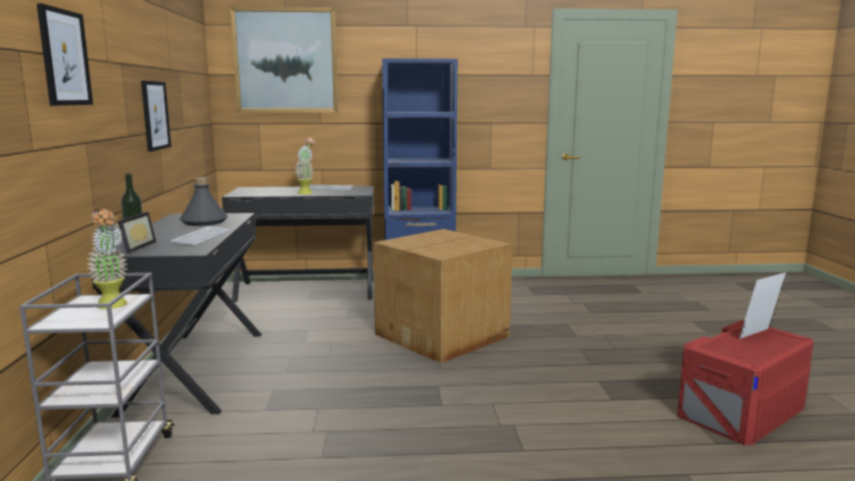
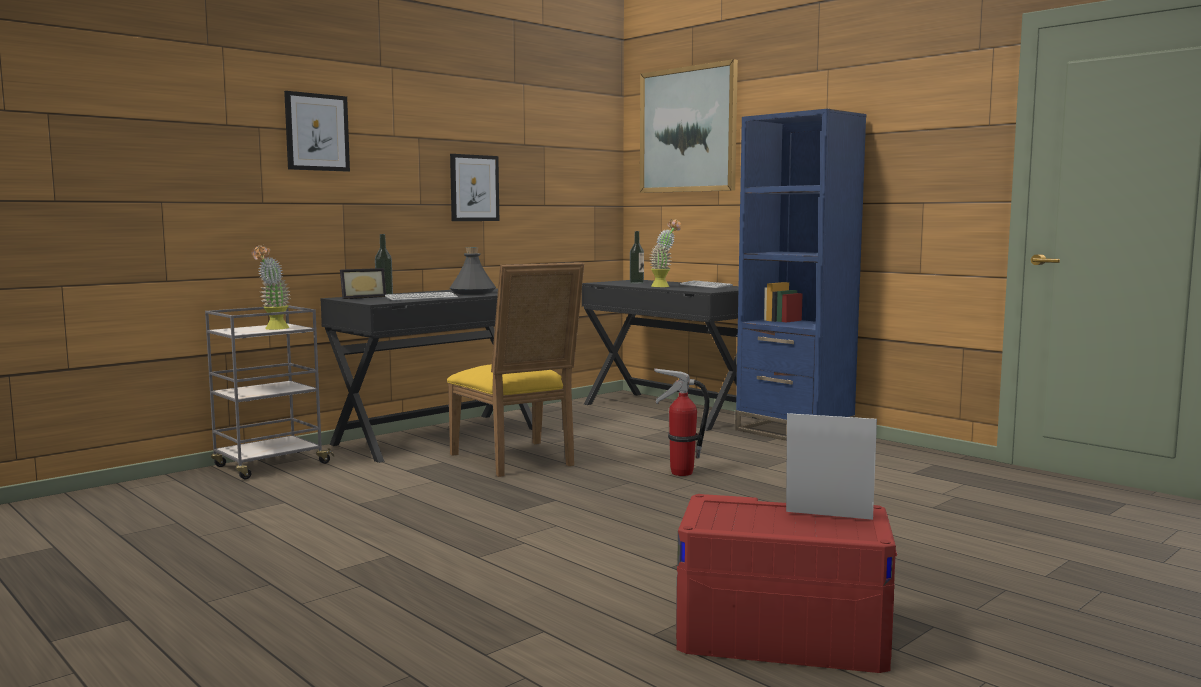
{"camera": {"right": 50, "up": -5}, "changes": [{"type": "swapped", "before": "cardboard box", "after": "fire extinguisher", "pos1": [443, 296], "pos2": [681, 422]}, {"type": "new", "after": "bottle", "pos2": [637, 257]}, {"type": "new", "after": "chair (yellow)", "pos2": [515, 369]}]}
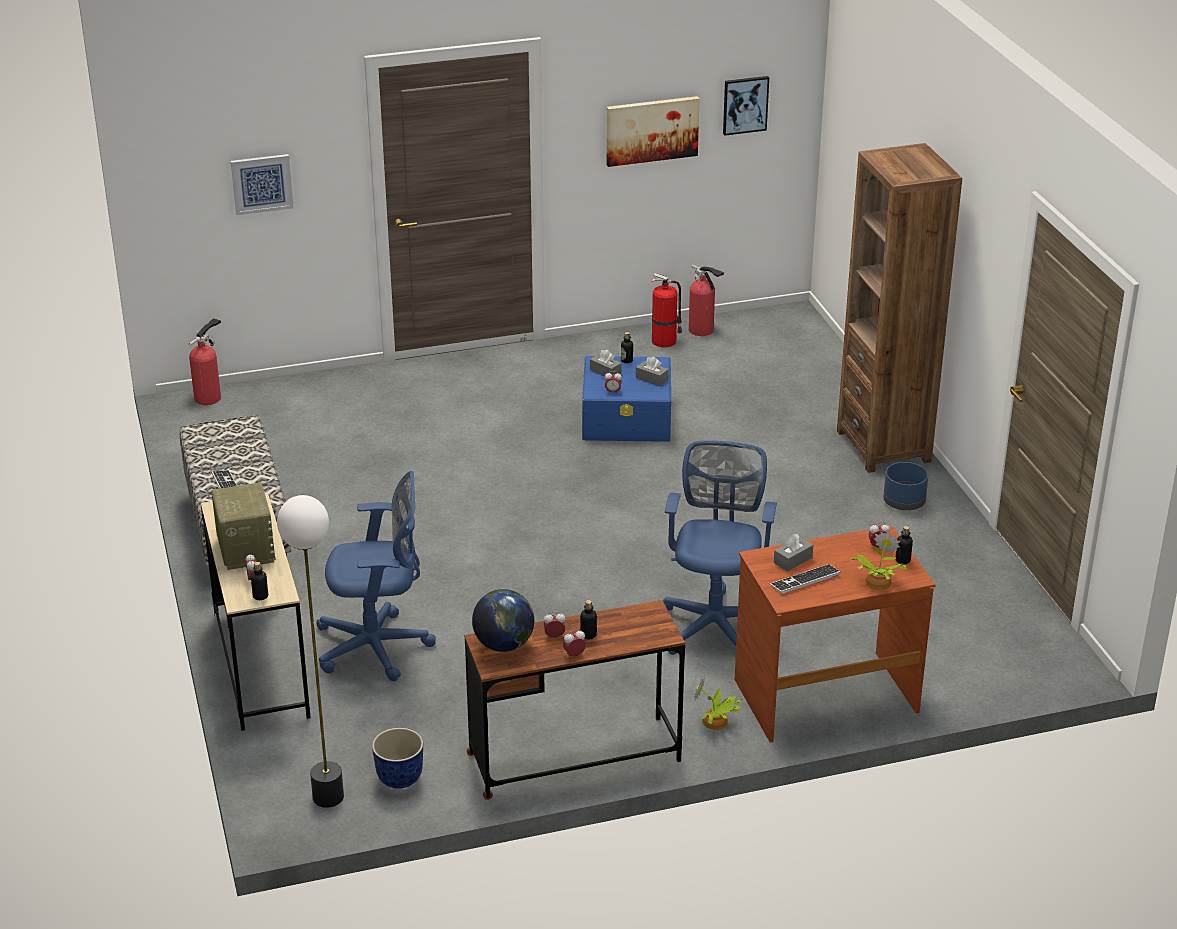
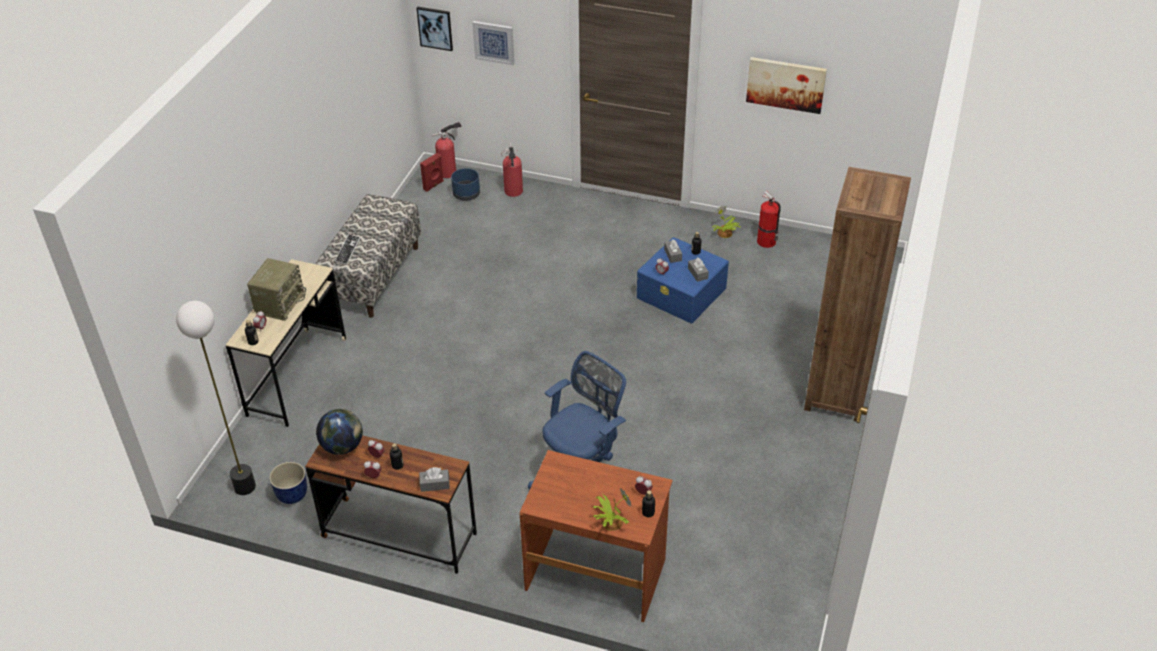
{"camera": {"right": 35, "up": 10}, "changes": [{"type": "shifted", "before": "picture", "pos1": [746, 106], "pos2": [434, 29]}, {"type": "shifted", "before": "fire extinguisher", "pos1": [706, 300], "pos2": [512, 170]}, {"type": "shifted", "before": "planter (blue)", "pos1": [906, 486], "pos2": [465, 184]}, {"type": "gone", "before": "office chair (blue)", "pos1": [376, 576]}, {"type": "shifted", "before": "tissue box (grey)", "pos1": [793, 553], "pos2": [434, 479]}, {"type": "gone", "before": "keyboard", "pos1": [805, 579]}, {"type": "shifted", "before": "potted plant", "pos1": [718, 703], "pos2": [726, 222]}, {"type": "new", "after": "speaker (red)", "pos2": [432, 172]}]}
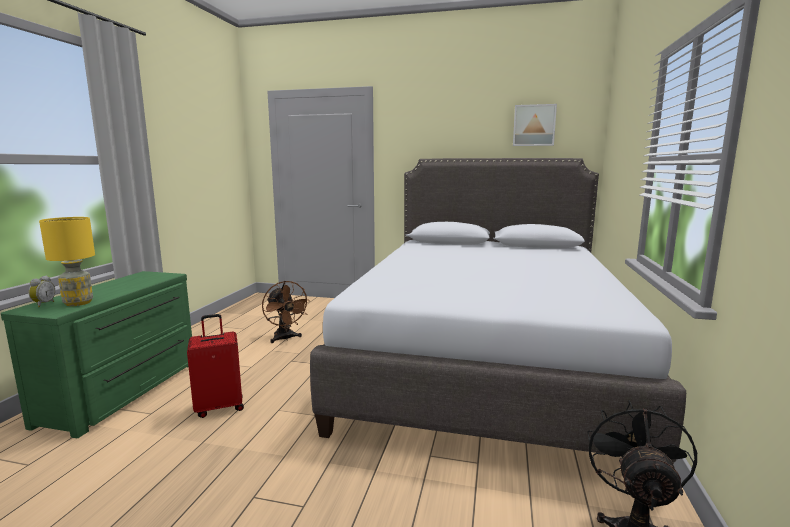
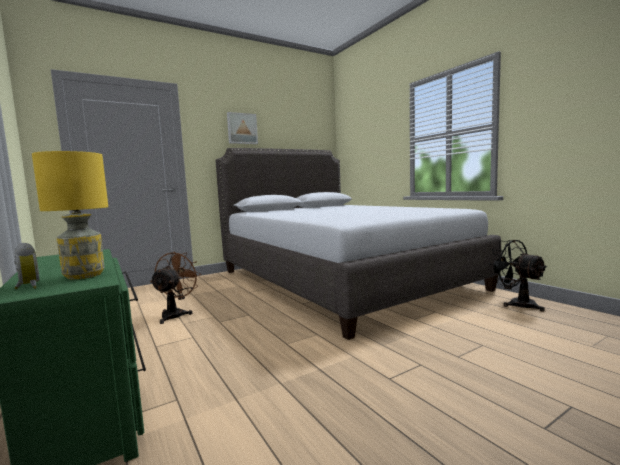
{"camera": {"right": -45, "up": -5}, "changes": [{"type": "shifted", "before": "picture", "pos1": [535, 125], "pos2": [242, 128]}, {"type": "rotated", "before": "fan (brown)", "pos1": [286, 312], "pos2": [175, 288], "turn": -90}, {"type": "gone", "before": "suitcase (red)", "pos1": [215, 366]}]}
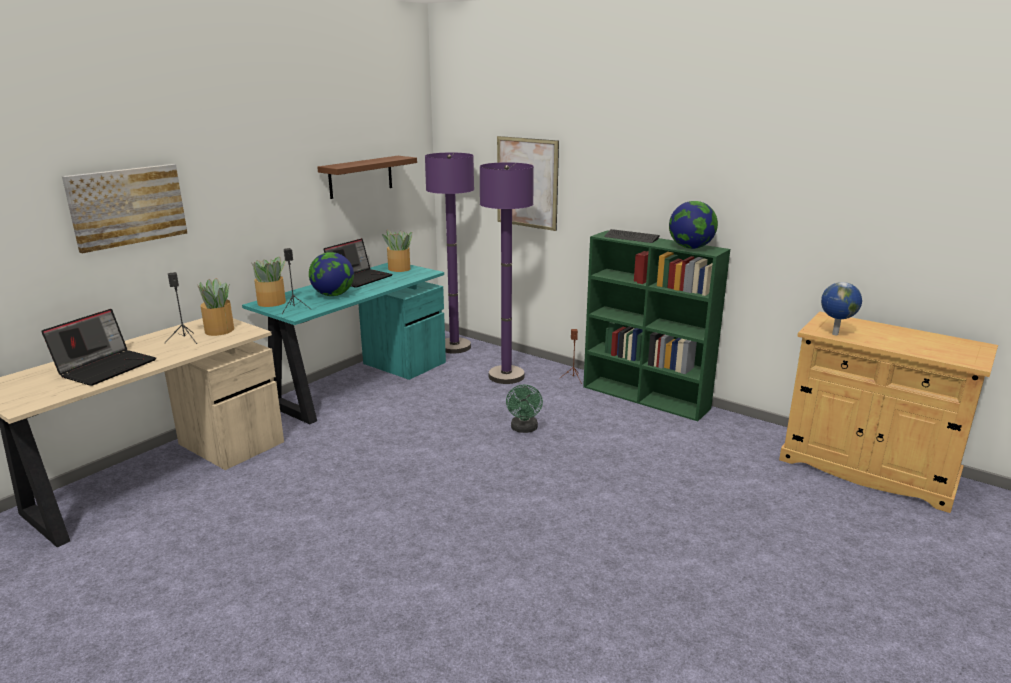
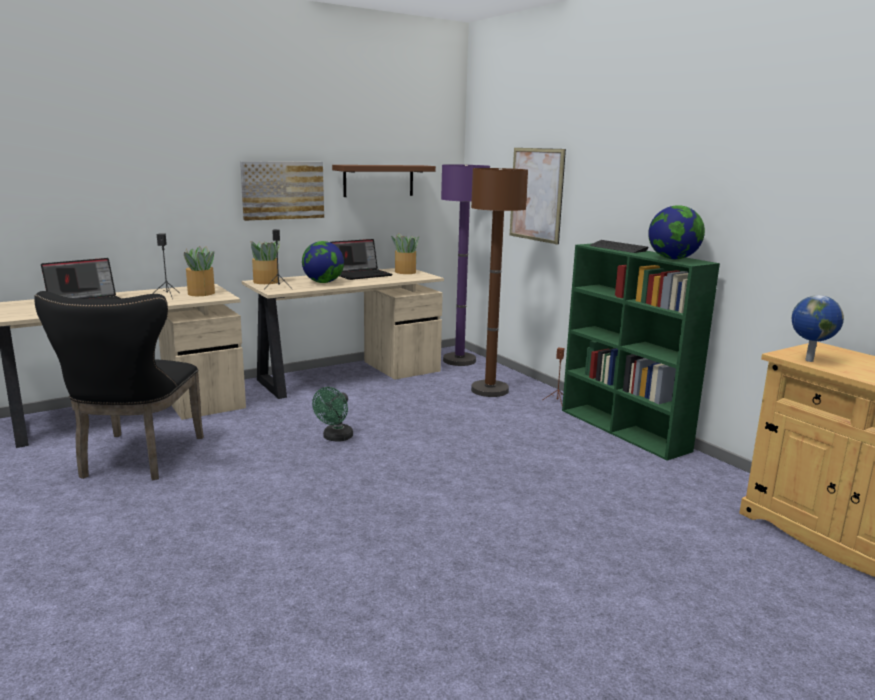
{"camera": {"right": 20, "up": -5}, "changes": [{"type": "repainted", "before": "floor lamp (purple)", "after": "floor lamp (brown)", "pos1": [507, 273], "pos2": [499, 282]}, {"type": "shifted", "before": "picture", "pos1": [124, 209], "pos2": [282, 191]}, {"type": "repainted", "before": "desk (turquoise)", "after": "desk (beige)", "pos1": [344, 343], "pos2": [343, 333]}, {"type": "shifted", "before": "fan (green)", "pos1": [524, 408], "pos2": [332, 414]}, {"type": "new", "after": "chair (black)", "pos2": [119, 385]}]}
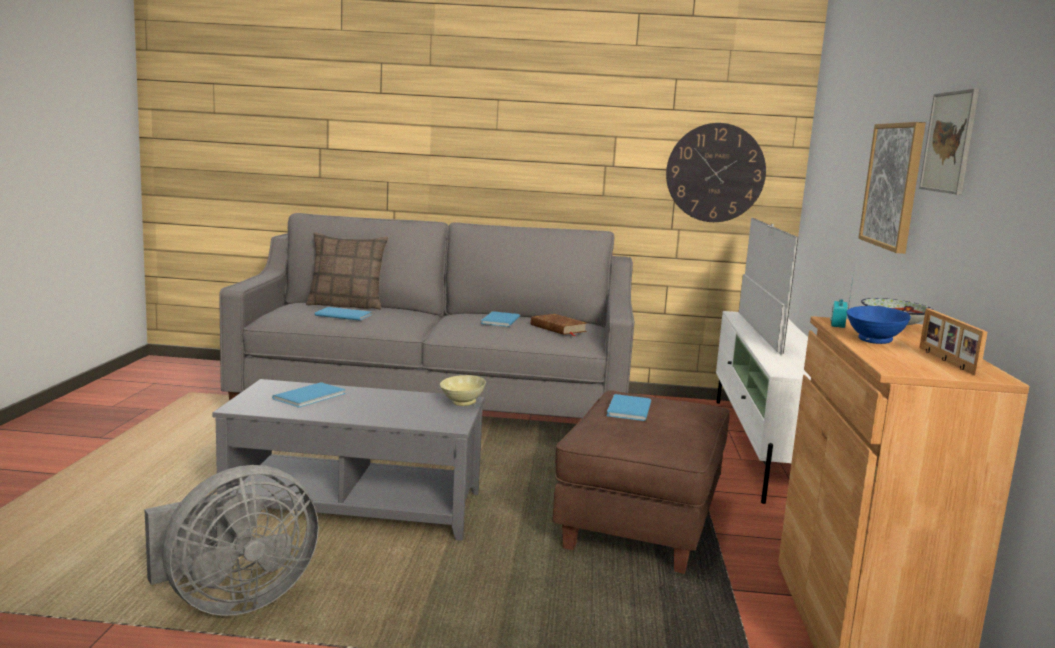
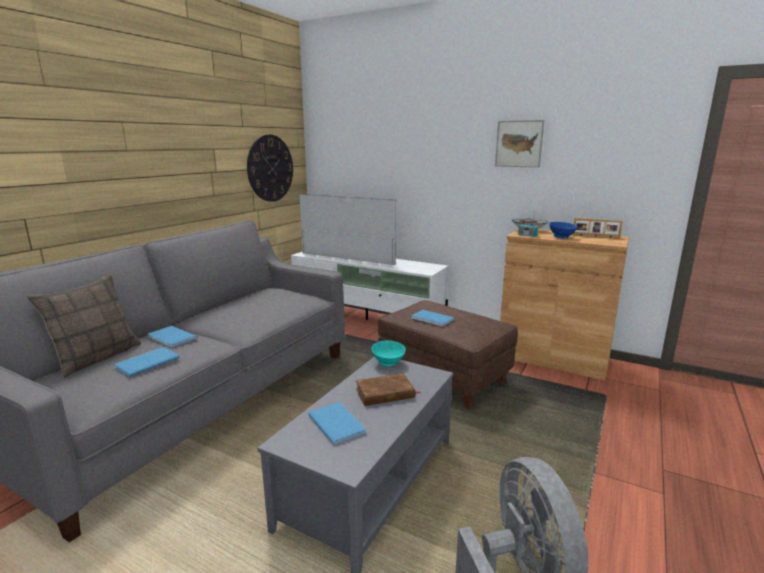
{"camera": {"right": -65, "up": 5}, "changes": [{"type": "gone", "before": "picture", "pos1": [892, 188]}, {"type": "shifted", "before": "book (blue)", "pos1": [500, 319], "pos2": [172, 337]}, {"type": "shifted", "before": "book (brown)", "pos1": [559, 325], "pos2": [388, 389]}, {"type": "repainted", "before": "bowl (beige)", "after": "bowl (turquoise)", "pos1": [463, 390], "pos2": [389, 354]}]}
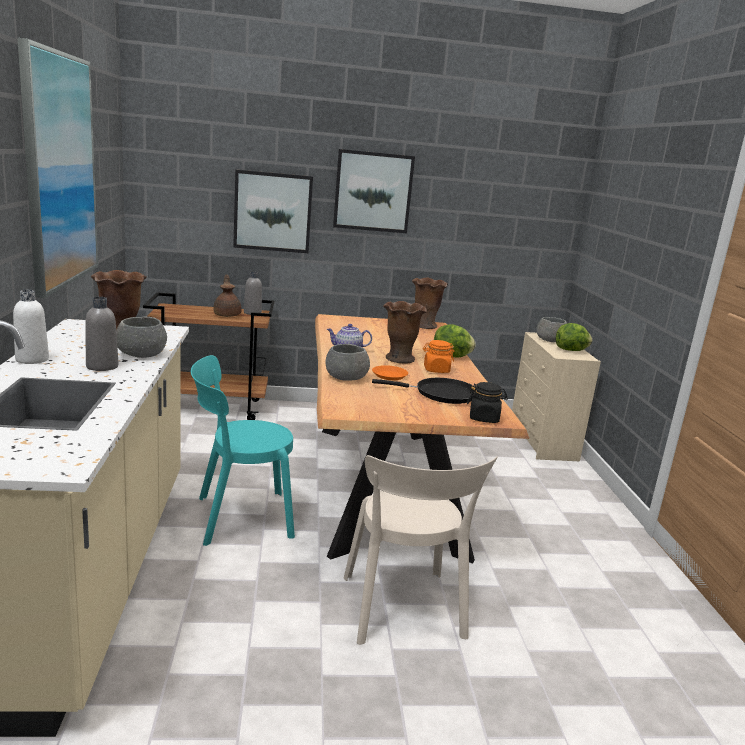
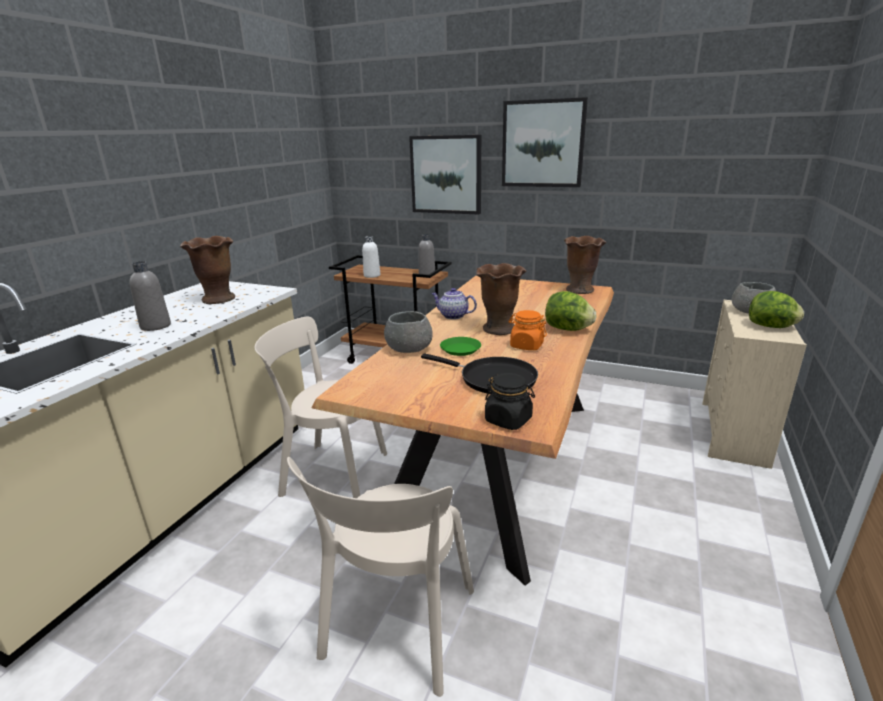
{"camera": {"right": 30, "up": 5}, "changes": [{"type": "gone", "before": "picture", "pos1": [57, 168]}, {"type": "gone", "before": "teapot (brown)", "pos1": [227, 296]}, {"type": "shifted", "before": "bottle (white)", "pos1": [31, 327], "pos2": [371, 257]}, {"type": "gone", "before": "bowl (grey)", "pos1": [141, 337]}, {"type": "repainted", "before": "chair (turquoise)", "after": "chair (beige)", "pos1": [243, 450], "pos2": [320, 407]}, {"type": "repainted", "before": "plate (orange)", "after": "plate (green)", "pos1": [390, 372], "pos2": [460, 346]}]}
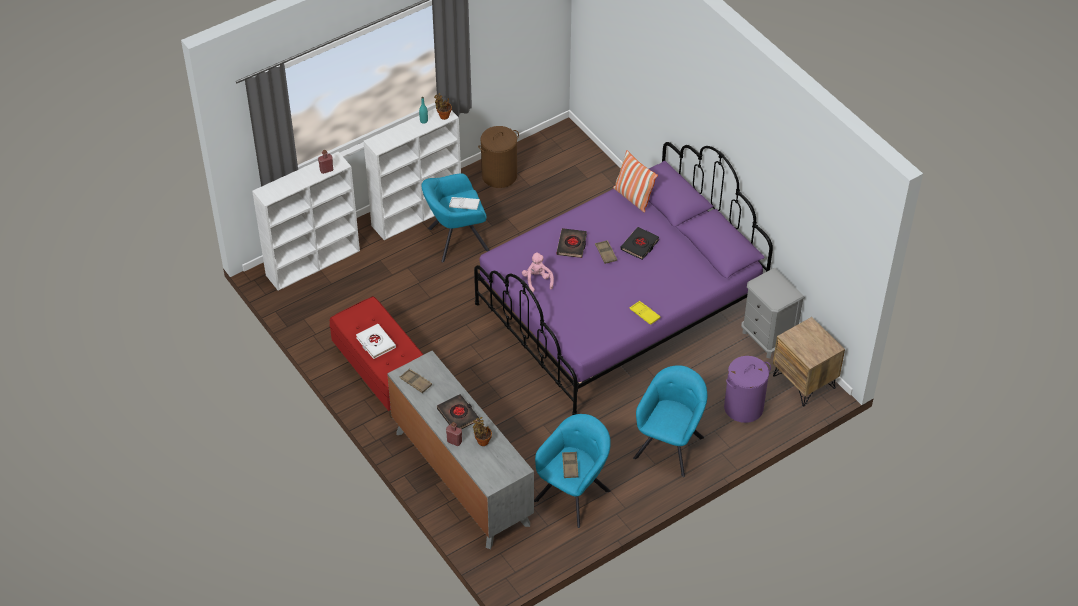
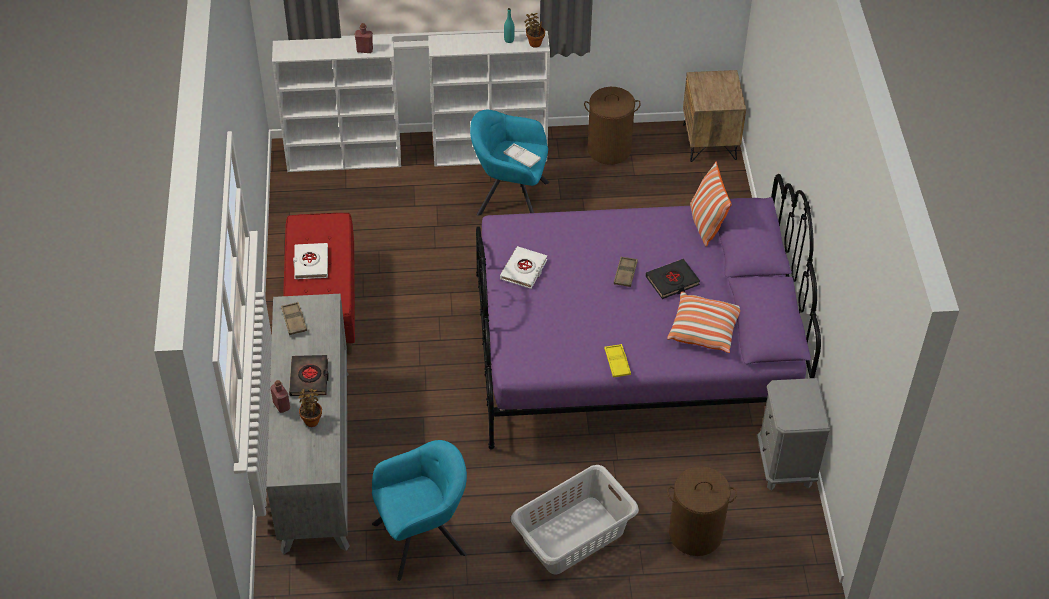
{"camera": {"right": 30, "up": 0}, "changes": [{"type": "gone", "before": "book (black)", "pos1": [572, 243]}, {"type": "swapped", "before": "plush toy (pink)", "after": "book (white)", "pos1": [538, 272], "pos2": [524, 267]}, {"type": "shifted", "before": "nightstand (brown)", "pos1": [809, 361], "pos2": [714, 116]}, {"type": "repainted", "before": "laundry basket (purple)", "after": "laundry basket (brown)", "pos1": [747, 389], "pos2": [702, 511]}, {"type": "swapped", "before": "armchair (turquoise)", "after": "laundry basket (grey)", "pos1": [670, 421], "pos2": [575, 520]}, {"type": "gone", "before": "tray (brown)", "pos1": [570, 465]}, {"type": "new", "after": "pillow", "pos2": [703, 322]}]}
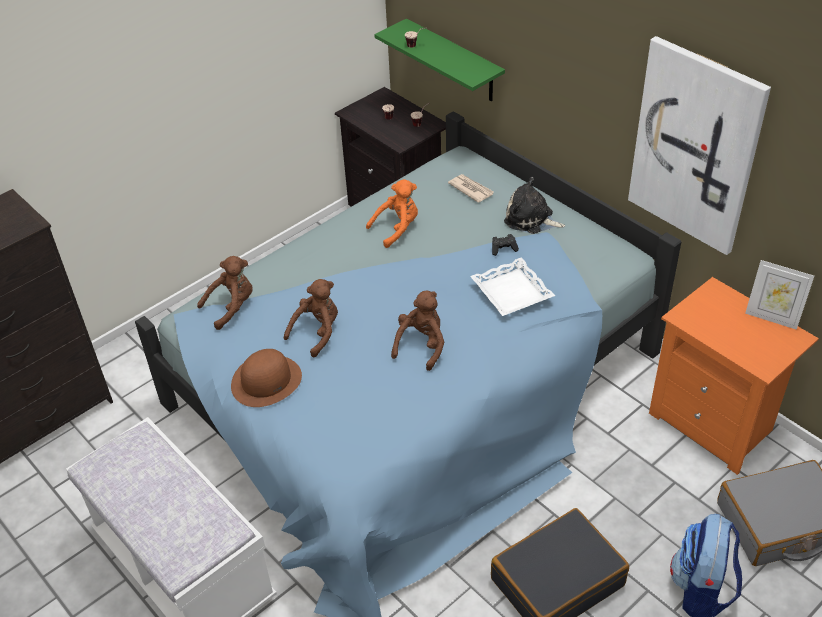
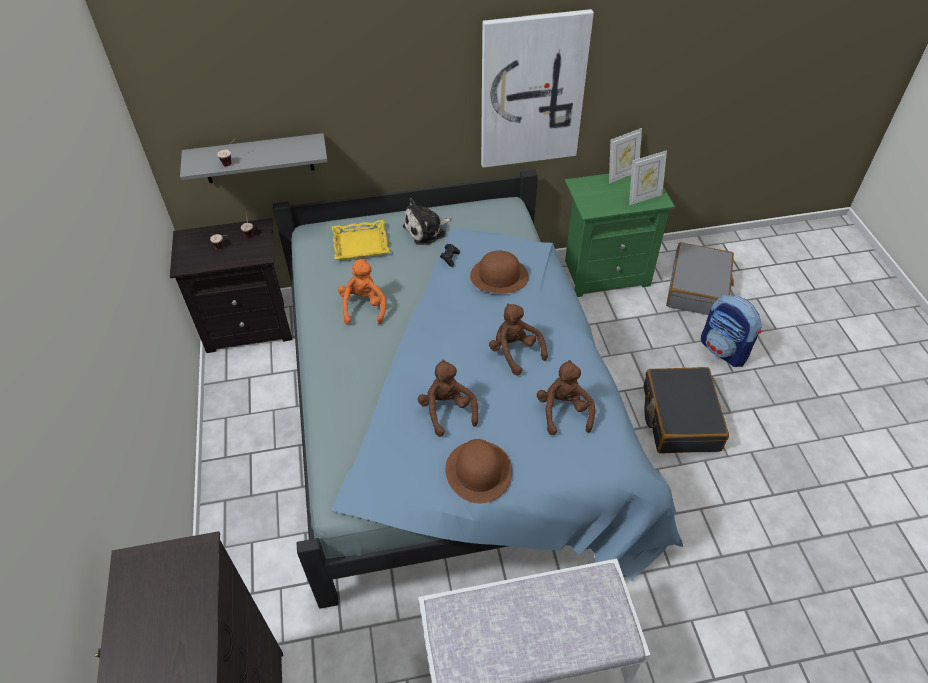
{"camera": {"right": -60, "up": 5}, "changes": [{"type": "repainted", "before": "shelf (green)", "after": "shelf (grey)", "pos1": [439, 60], "pos2": [254, 158]}, {"type": "swapped", "before": "newspaper", "after": "tray (yellow)", "pos1": [471, 188], "pos2": [361, 240]}, {"type": "shifted", "before": "plush toy (brown)", "pos1": [225, 293], "pos2": [566, 397]}, {"type": "swapped", "before": "tray (white)", "after": "hat (brown)", "pos1": [512, 286], "pos2": [499, 272]}, {"type": "repainted", "before": "nightstand (orange)", "after": "nightstand (green)", "pos1": [734, 376], "pos2": [620, 235]}, {"type": "new", "after": "picture frame", "pos2": [648, 177]}]}
